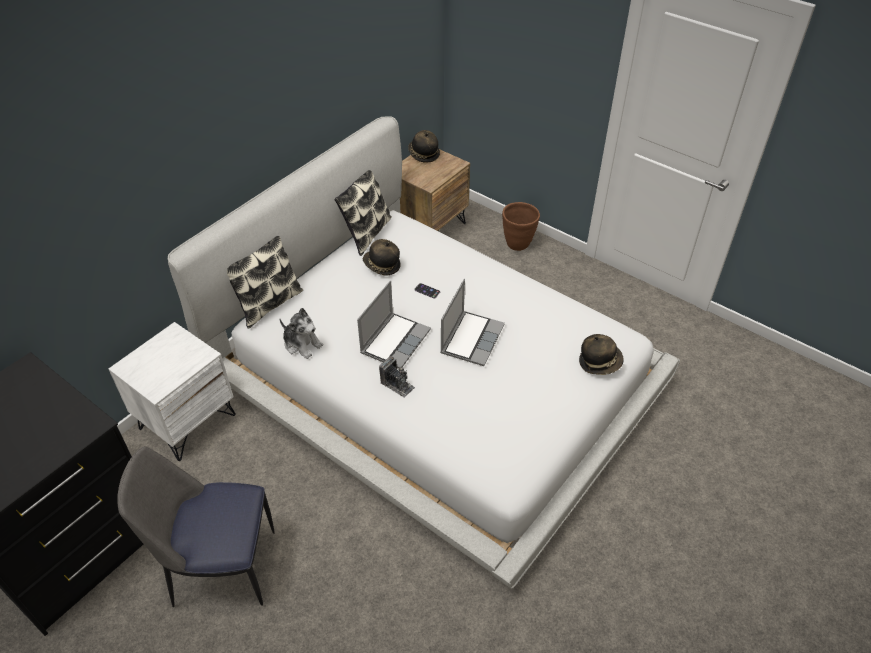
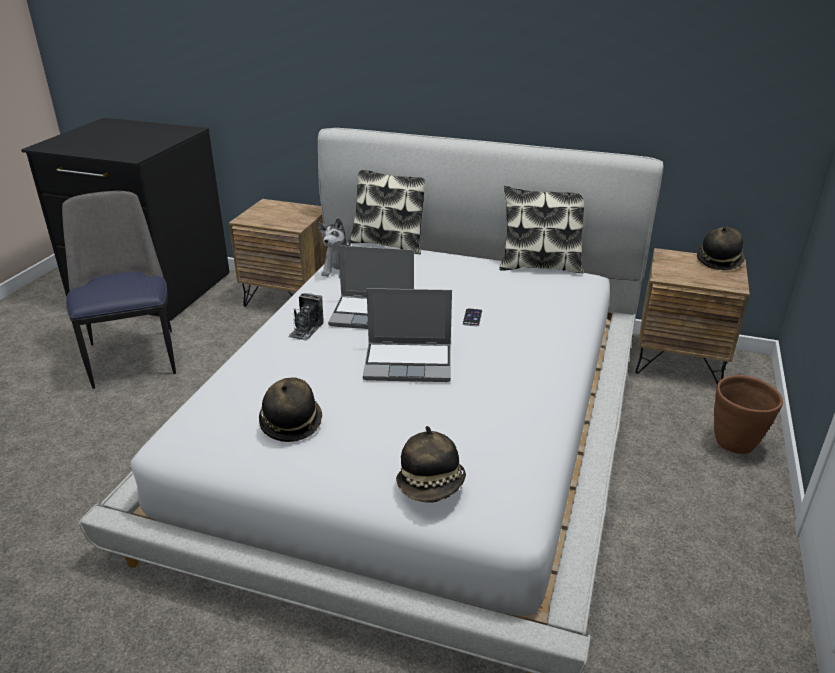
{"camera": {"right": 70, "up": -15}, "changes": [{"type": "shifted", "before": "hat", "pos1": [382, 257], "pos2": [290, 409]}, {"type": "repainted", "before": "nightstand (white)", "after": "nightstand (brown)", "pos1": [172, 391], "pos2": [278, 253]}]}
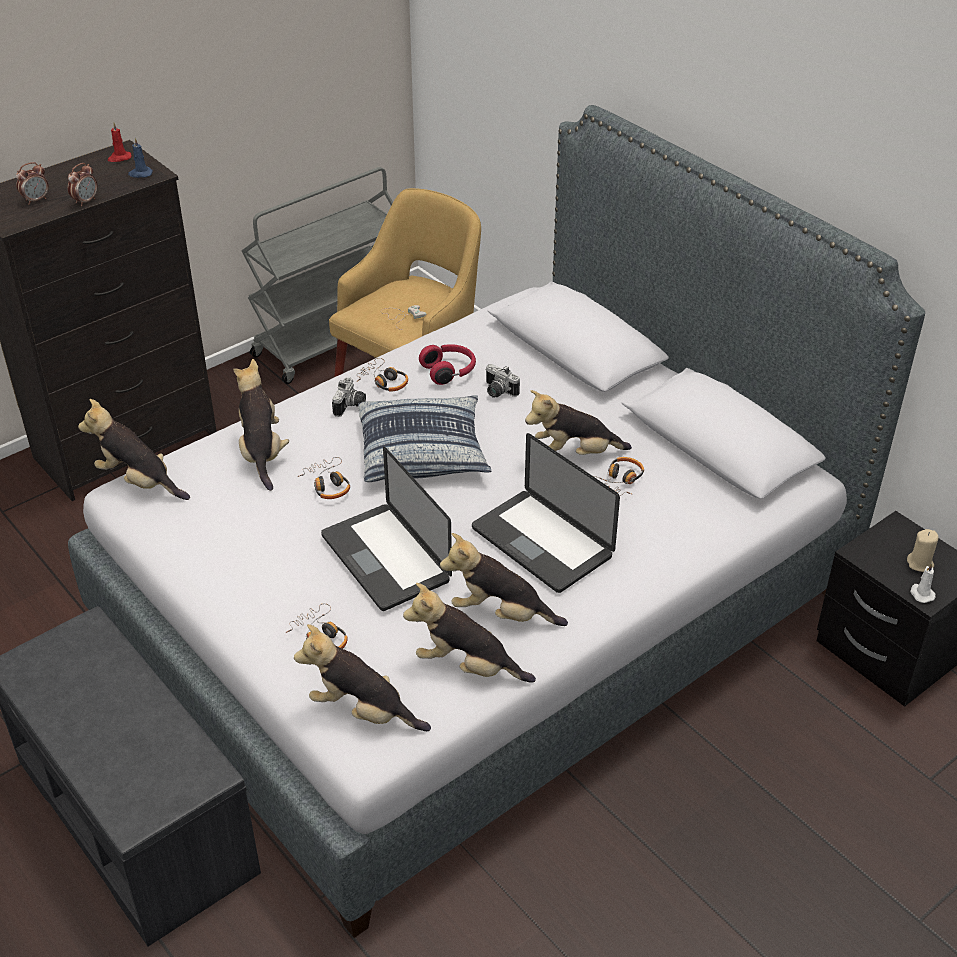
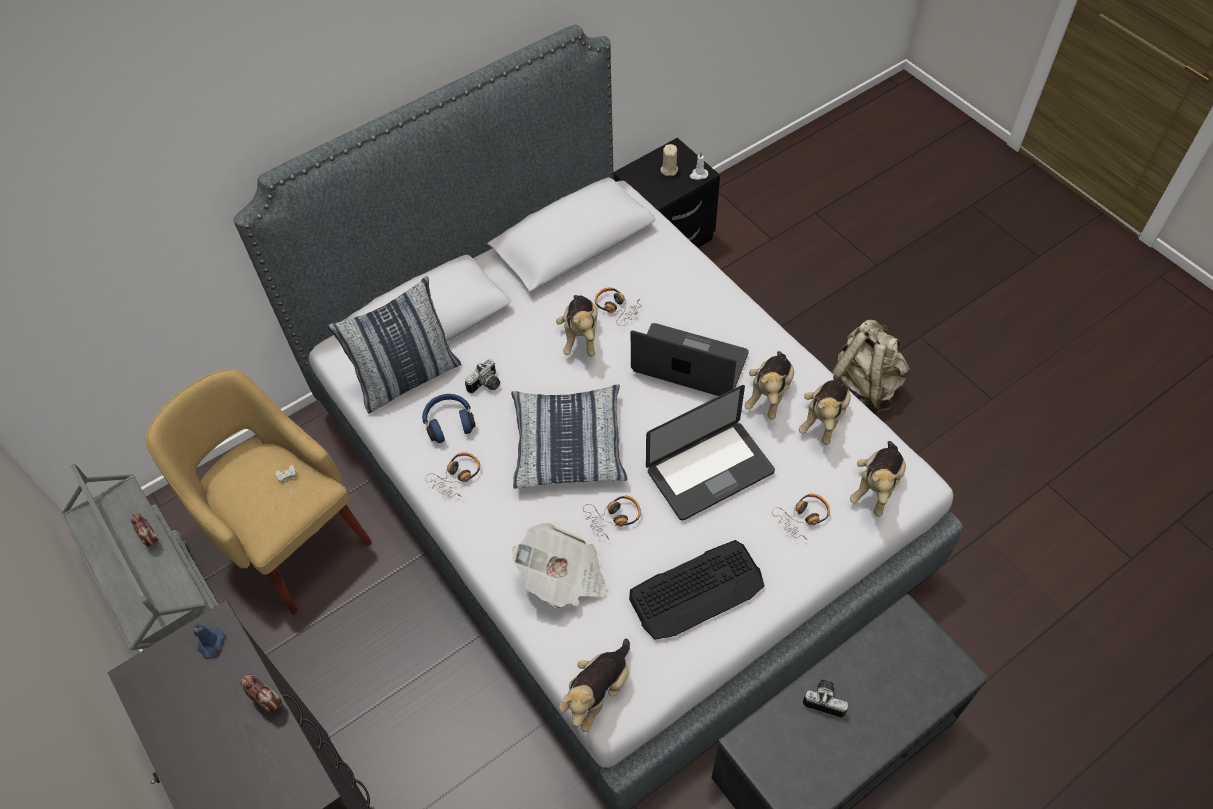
{"camera": {"right": -85, "up": 15}, "changes": [{"type": "gone", "before": "candle (red)", "pos1": [120, 142]}, {"type": "shifted", "before": "alarm clock", "pos1": [32, 183], "pos2": [145, 530]}, {"type": "repainted", "before": "headphones (red)", "after": "headphones (blue)", "pos1": [447, 364], "pos2": [448, 418]}, {"type": "swapped", "before": "plush toy", "after": "newspaper", "pos1": [261, 425], "pos2": [560, 565]}, {"type": "shifted", "before": "photo camera", "pos1": [349, 397], "pos2": [825, 699]}, {"type": "rotated", "before": "laptop", "pos1": [546, 513], "pos2": [690, 359], "turn": -120}, {"type": "new", "after": "pillow", "pos2": [394, 345]}, {"type": "new", "after": "backpack (beige)", "pos2": [870, 366]}, {"type": "new", "after": "keyboard", "pos2": [697, 590]}]}
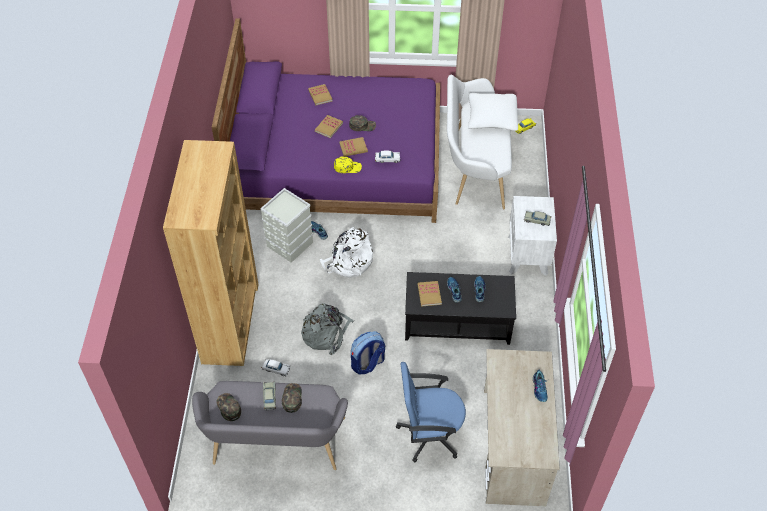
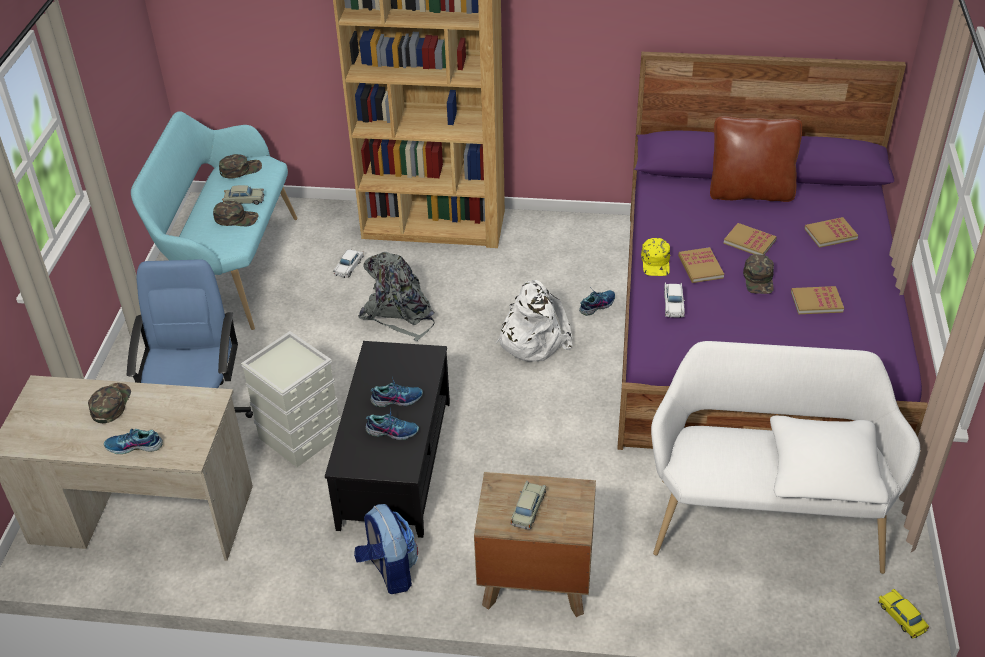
{"camera": {"right": 95, "up": -10}, "changes": [{"type": "shifted", "before": "storage box (grey)", "pos1": [286, 225], "pos2": [291, 399]}, {"type": "repainted", "before": "nightstand (white)", "after": "nightstand (brown)", "pos1": [532, 236], "pos2": [535, 544]}, {"type": "shifted", "before": "book", "pos1": [430, 294], "pos2": [817, 300]}, {"type": "shifted", "before": "backpack", "pos1": [368, 353], "pos2": [386, 549]}, {"type": "repainted", "before": "bench (grey)", "after": "bench (turquoise)", "pos1": [270, 425], "pos2": [214, 220]}, {"type": "new", "after": "pillow (brown)", "pos2": [756, 159]}, {"type": "new", "after": "cap (green)", "pos2": [109, 403]}]}
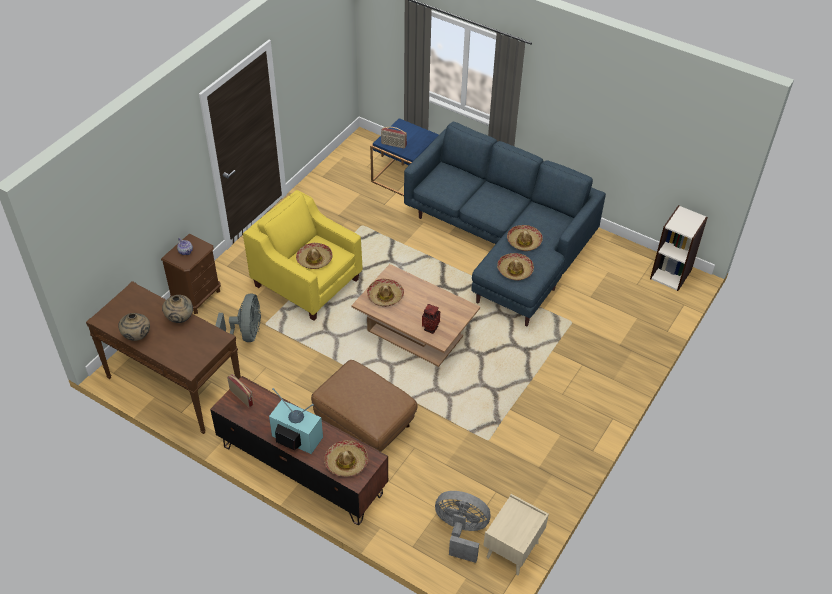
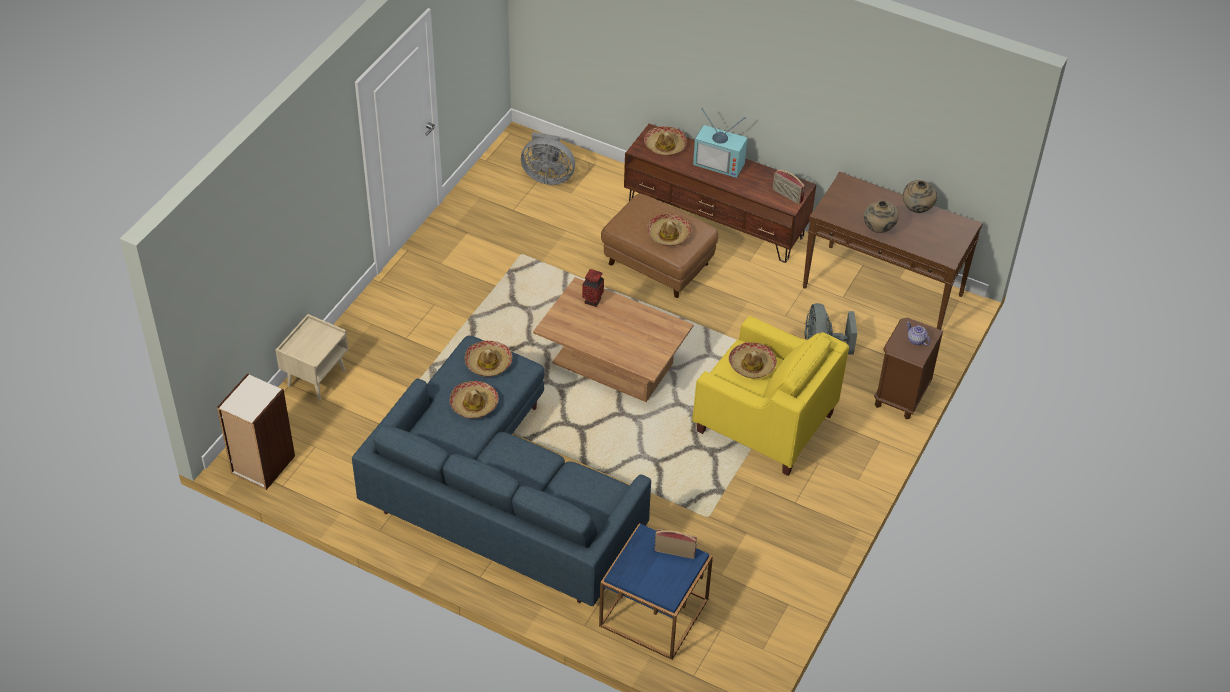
{"camera": {"right": 175, "up": 0}, "changes": [{"type": "shifted", "before": "hat", "pos1": [385, 293], "pos2": [669, 230]}, {"type": "shifted", "before": "nightstand (beige)", "pos1": [516, 535], "pos2": [312, 357]}]}
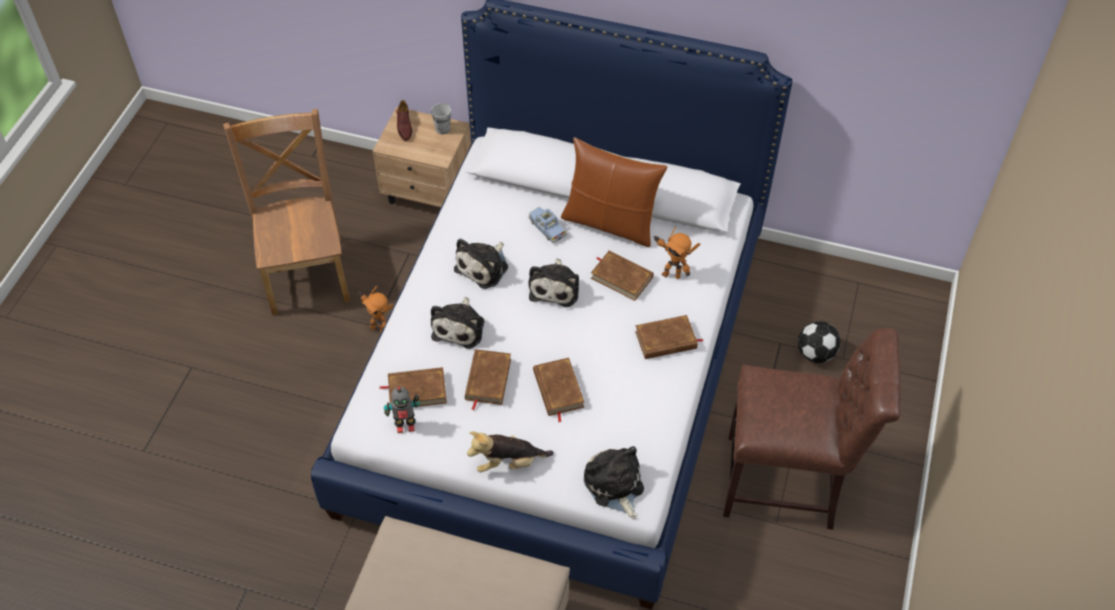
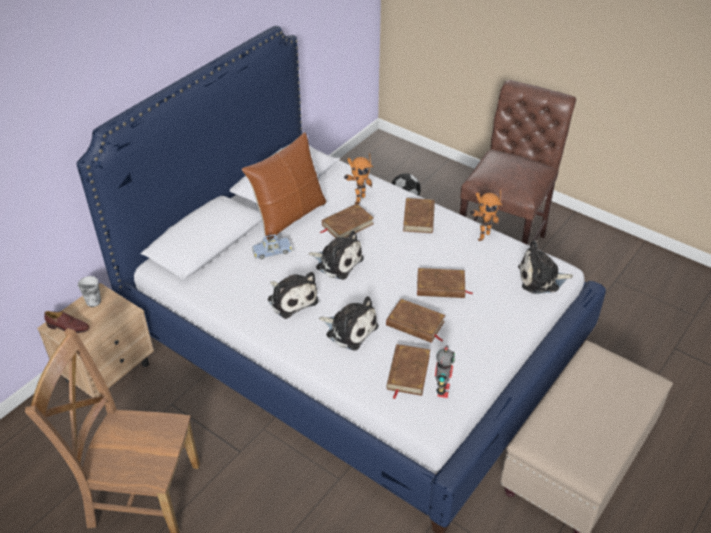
{"camera": {"right": -70, "up": -10}, "changes": [{"type": "shifted", "before": "toy robot", "pos1": [375, 309], "pos2": [486, 215]}, {"type": "gone", "before": "plush toy", "pos1": [510, 451]}]}
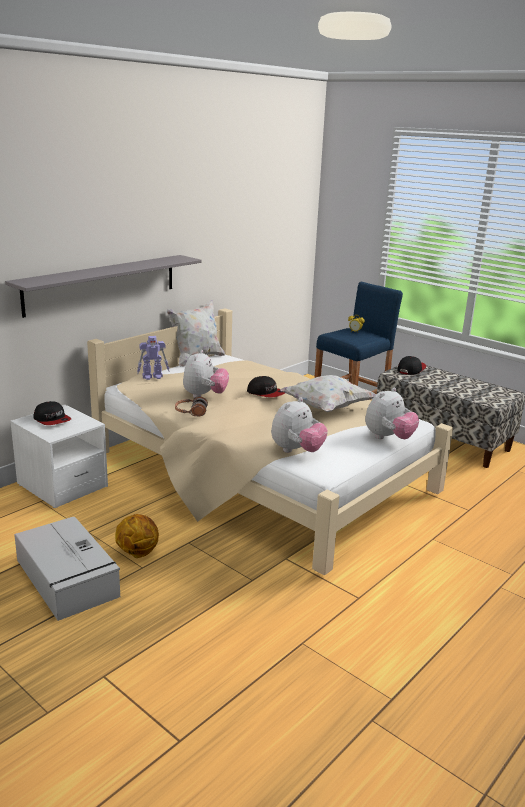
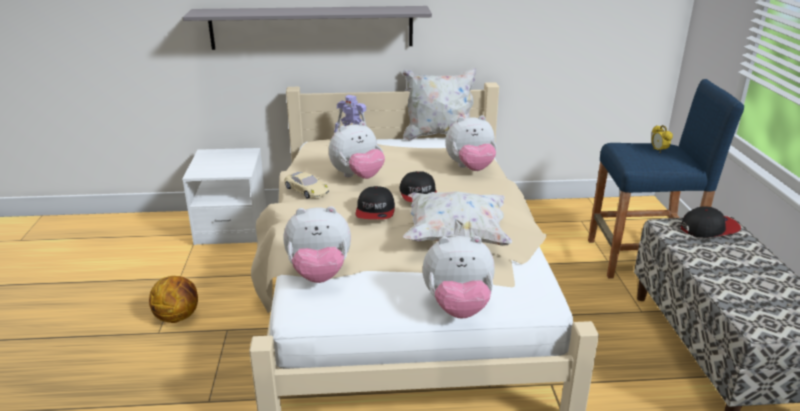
{"camera": {"right": 45, "up": 5}, "changes": [{"type": "swapped", "before": "headphones", "after": "toy car (beige)", "pos1": [191, 407], "pos2": [307, 185]}, {"type": "shifted", "before": "cap", "pos1": [52, 413], "pos2": [375, 202]}, {"type": "gone", "before": "storage box (grey)", "pos1": [67, 569]}, {"type": "new", "after": "plush toy", "pos2": [471, 143]}]}
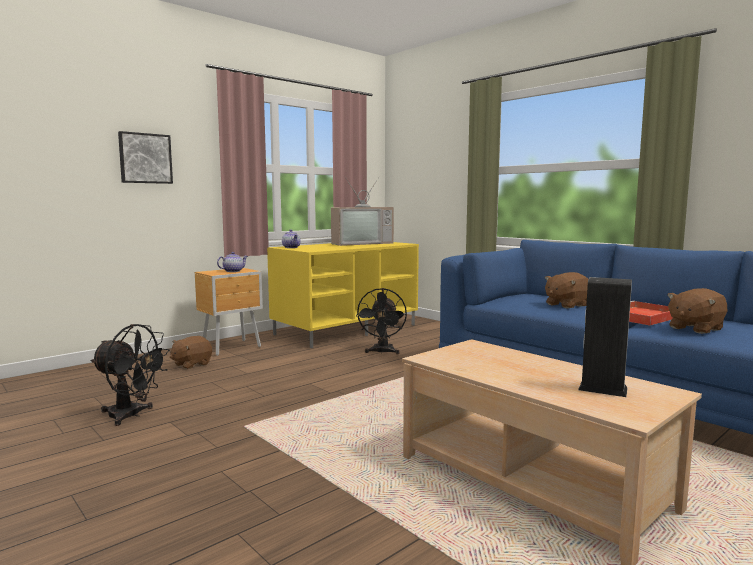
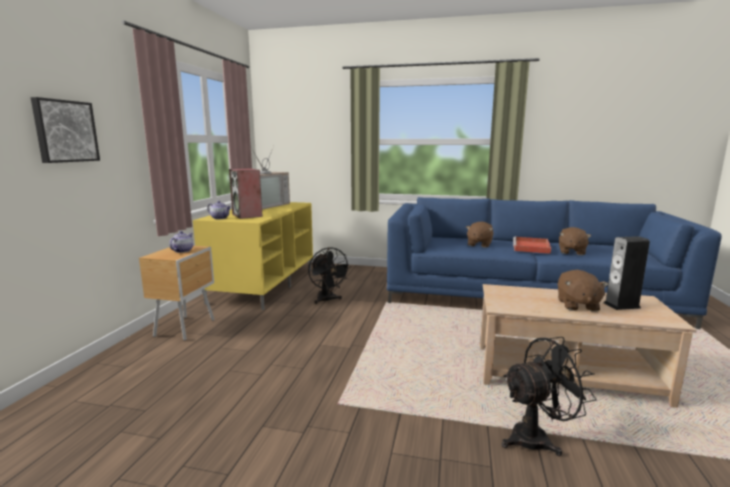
{"camera": {"right": -35, "up": 5}, "changes": [{"type": "shifted", "before": "fan (black)", "pos1": [130, 375], "pos2": [549, 396]}, {"type": "shifted", "before": "plush toy (brown)", "pos1": [191, 352], "pos2": [583, 291]}, {"type": "new", "after": "speaker", "pos2": [246, 193]}]}
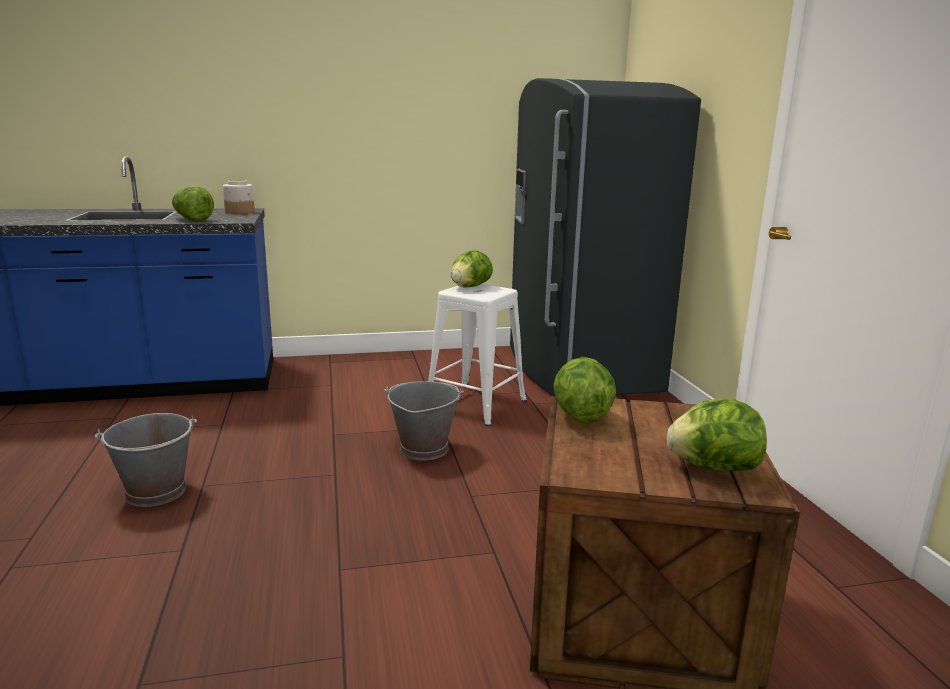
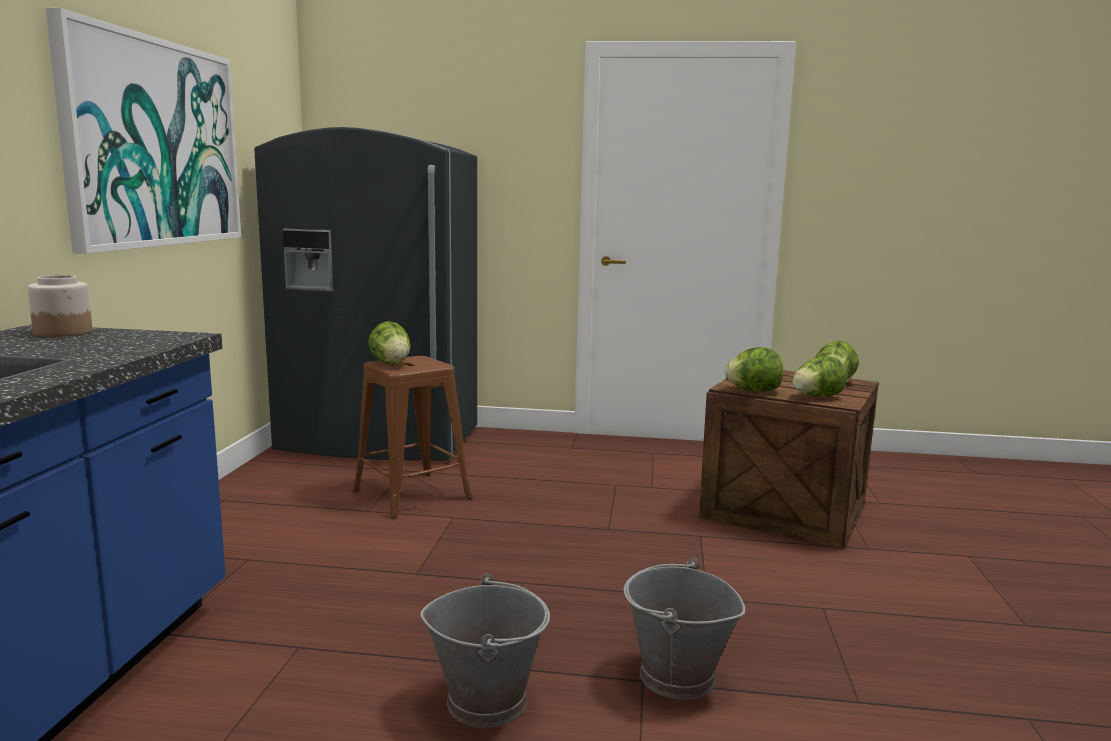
{"camera": {"right": -70, "up": -5}, "changes": [{"type": "shifted", "before": "lettuce", "pos1": [193, 204], "pos2": [819, 376]}, {"type": "repainted", "before": "stool (white)", "after": "stool (brown)", "pos1": [477, 355], "pos2": [412, 437]}, {"type": "shifted", "before": "bucket (grey)", "pos1": [424, 420], "pos2": [684, 628]}, {"type": "new", "after": "picture", "pos2": [143, 131]}]}
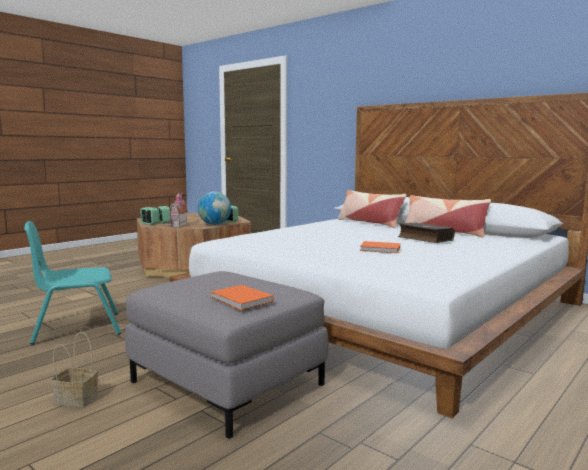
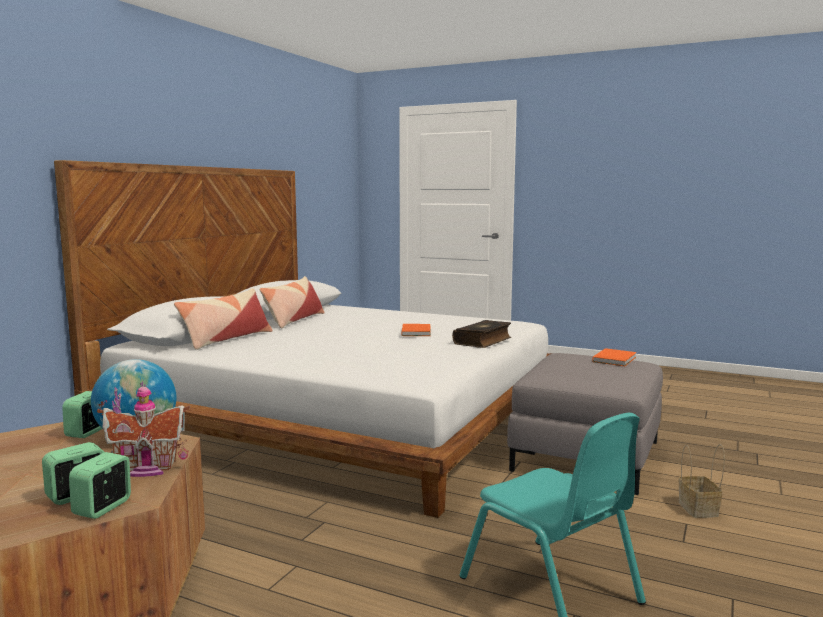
{"camera": {"right": -105, "up": 0}, "changes": [{"type": "shifted", "before": "book", "pos1": [426, 233], "pos2": [481, 334]}]}
